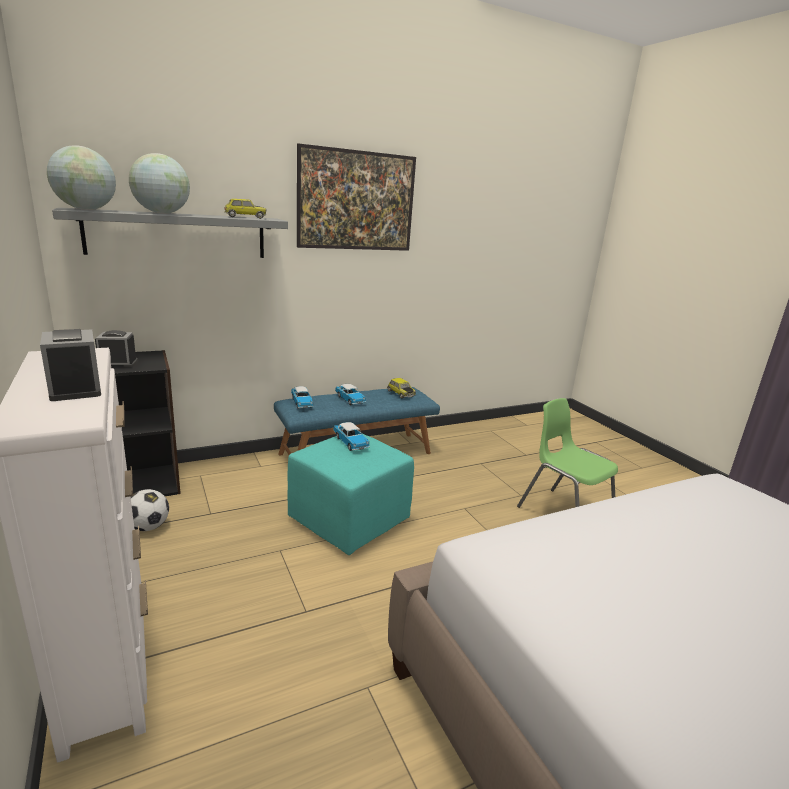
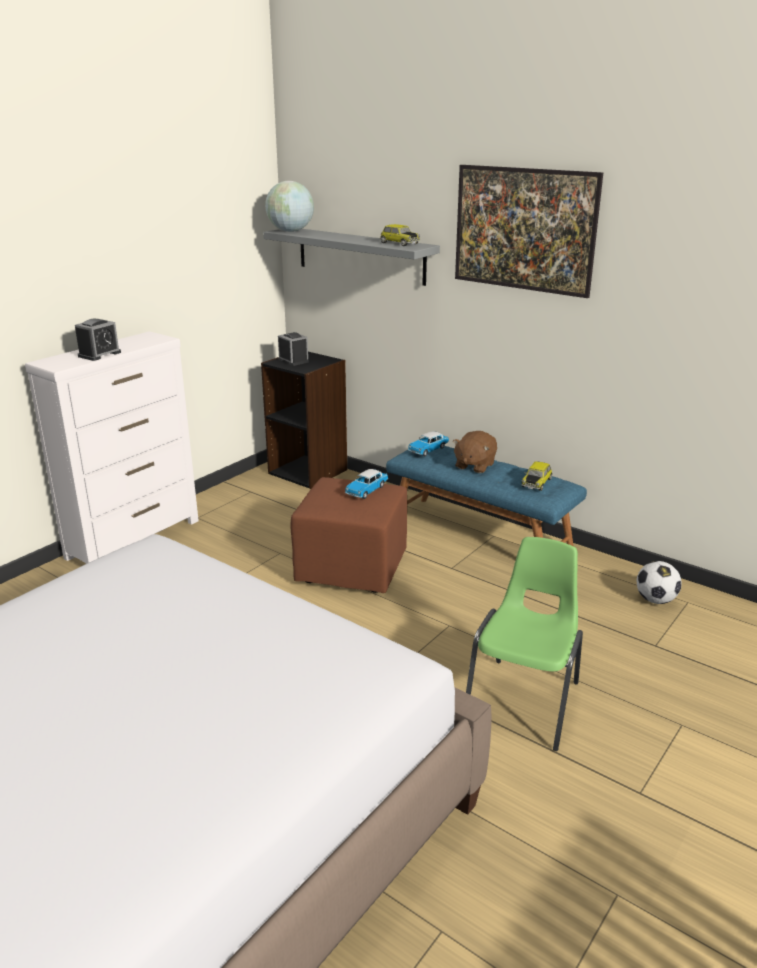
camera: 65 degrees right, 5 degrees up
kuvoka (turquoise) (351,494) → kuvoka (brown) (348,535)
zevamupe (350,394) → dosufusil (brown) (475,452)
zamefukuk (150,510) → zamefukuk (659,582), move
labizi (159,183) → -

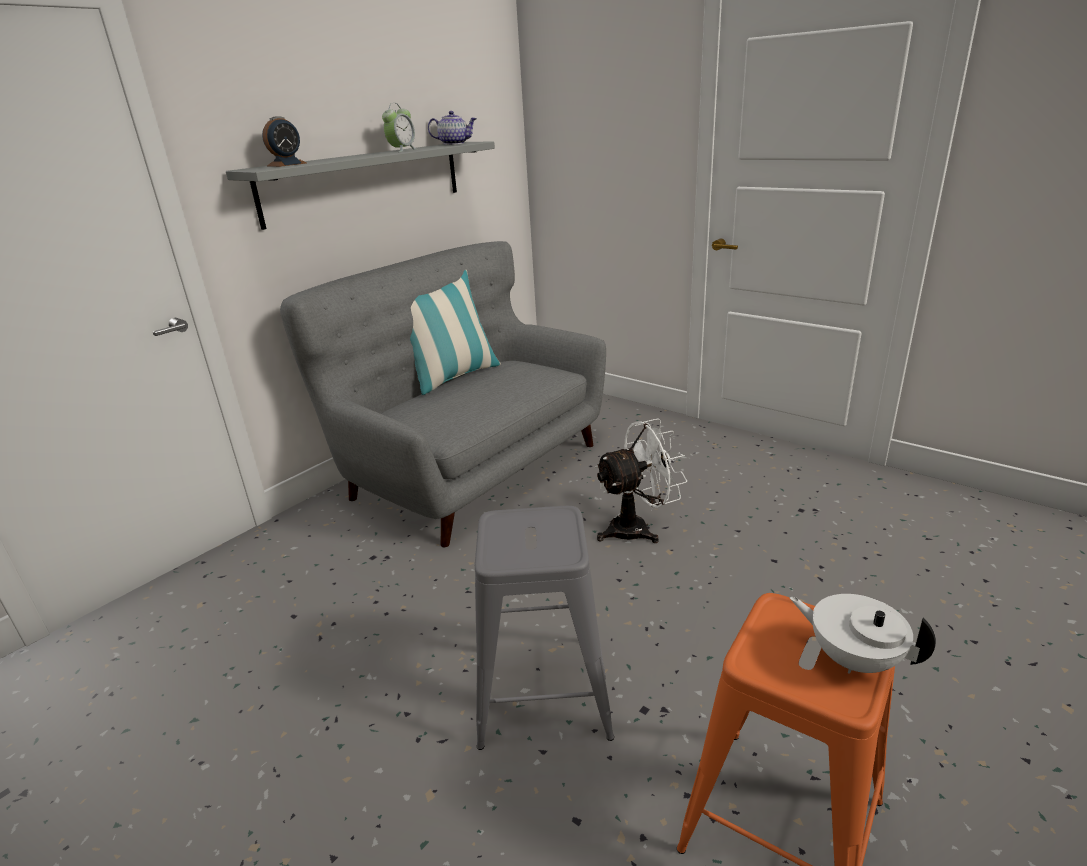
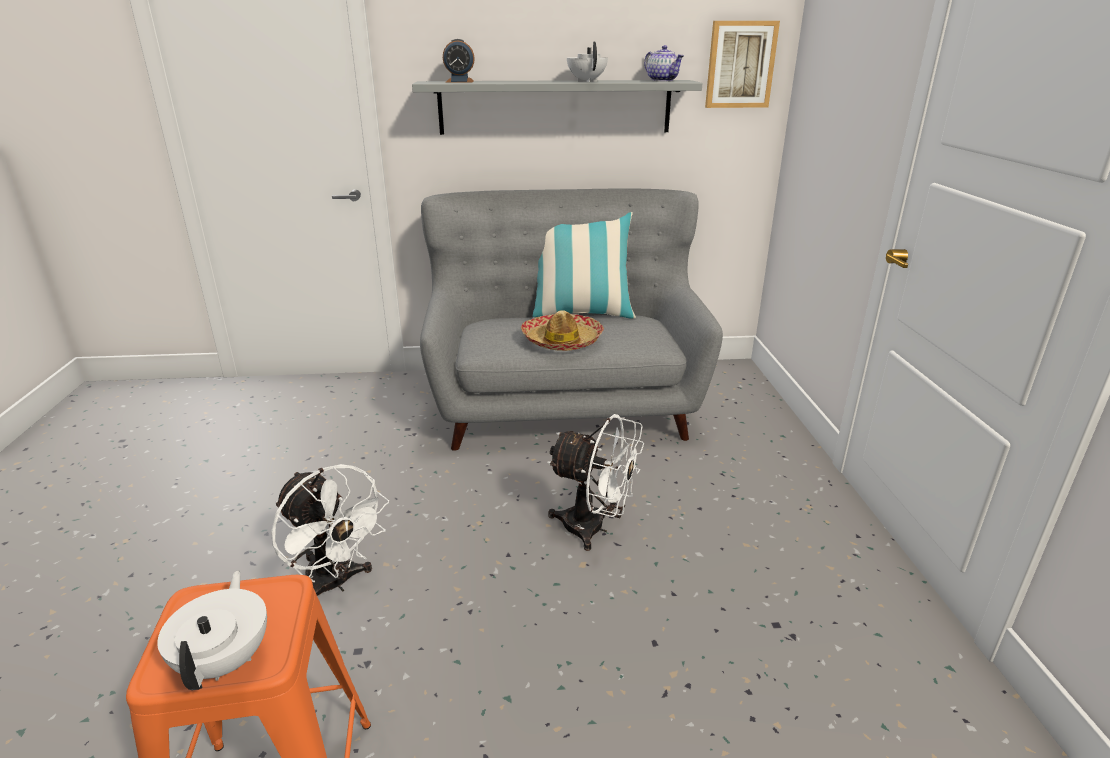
camera: 45 degrees right, 0 degrees up
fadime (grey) (544,628) → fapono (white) (330,530)
- → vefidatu (562,330)
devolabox (399,127) → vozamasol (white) (587,61)
- → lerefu (742,64)

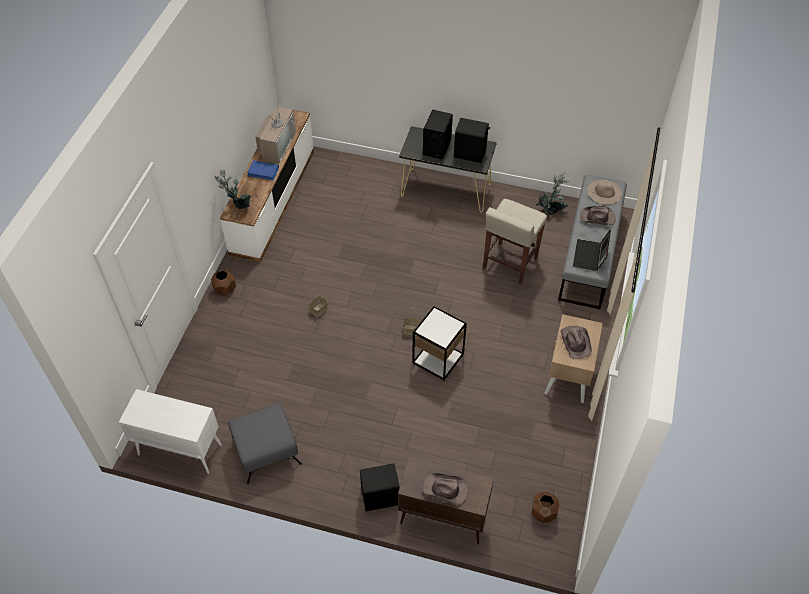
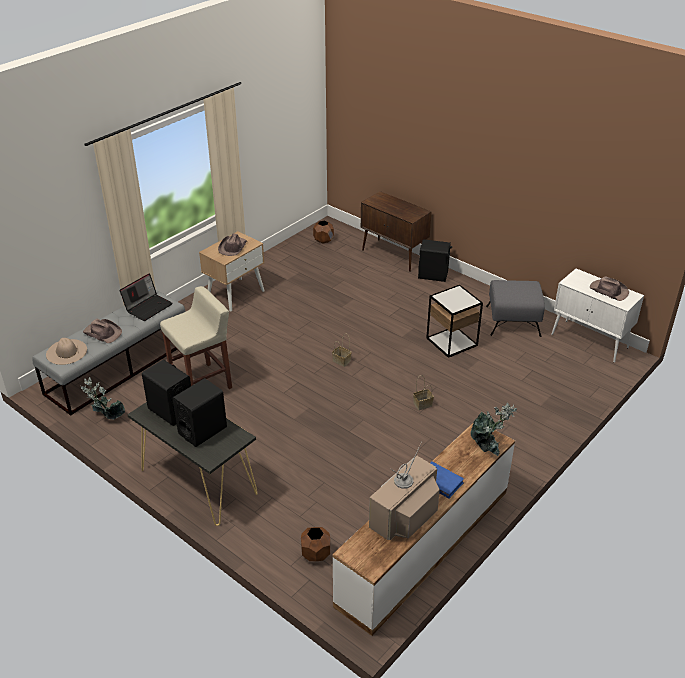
camera: 155 degrees left, 15 degrees down
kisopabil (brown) (223,283) → kisopabil (brown) (315,544), move
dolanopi (439,343) → dolanopi (454,321), move
vefidatu (brown) (445,489) → vefidatu (brown) (609,288), move

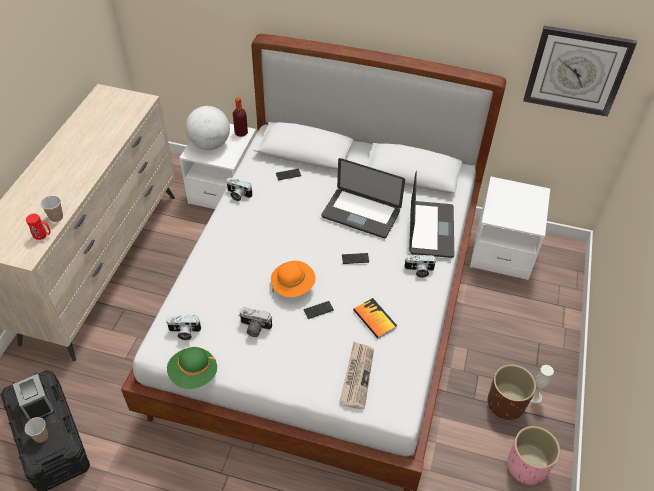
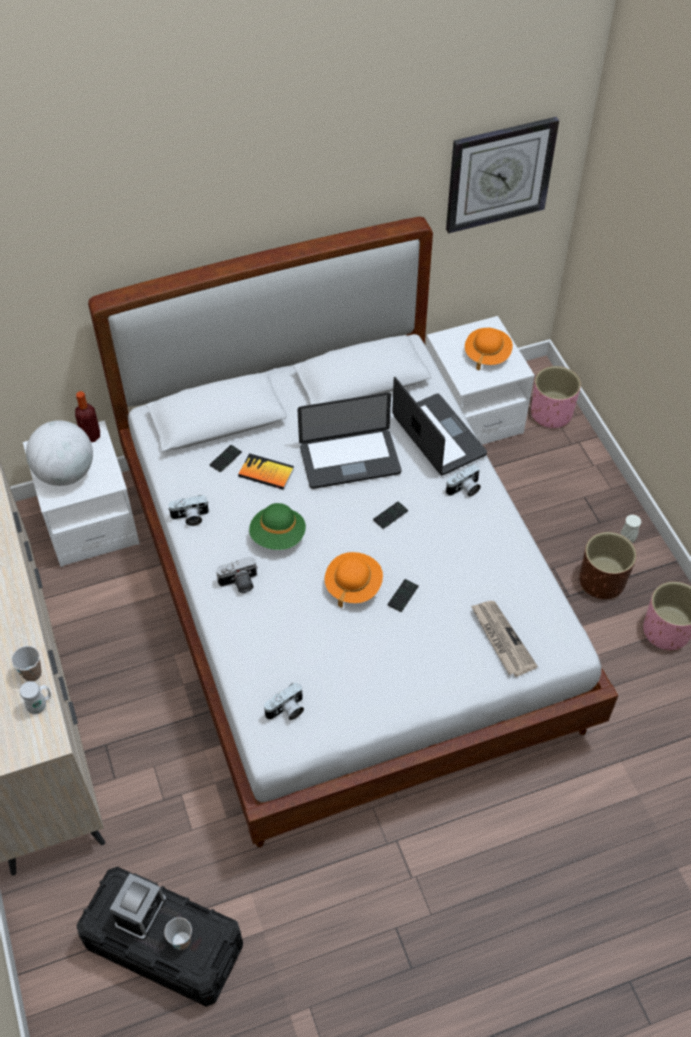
camera: 35 degrees left, 5 degrees up
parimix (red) (38,227) → parimix (white) (35,697)
devolabox (33,397) → devolabox (138,906), 90 degrees counterclockwise
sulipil (255,322) → sulipil (237,574), move
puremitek (375,318) → puremitek (266,471), move
vefidatu (green) (192,368) → vefidatu (green) (277,526), move
- → vefidatu (orange) (489,349)
- → kisopabil (pink) (556,397)

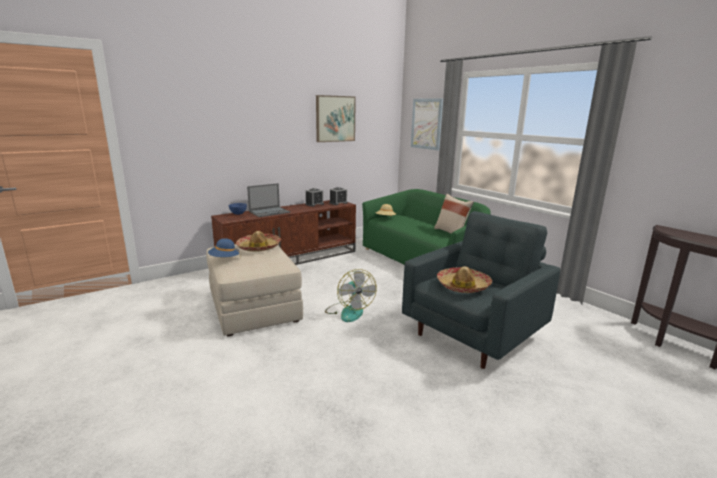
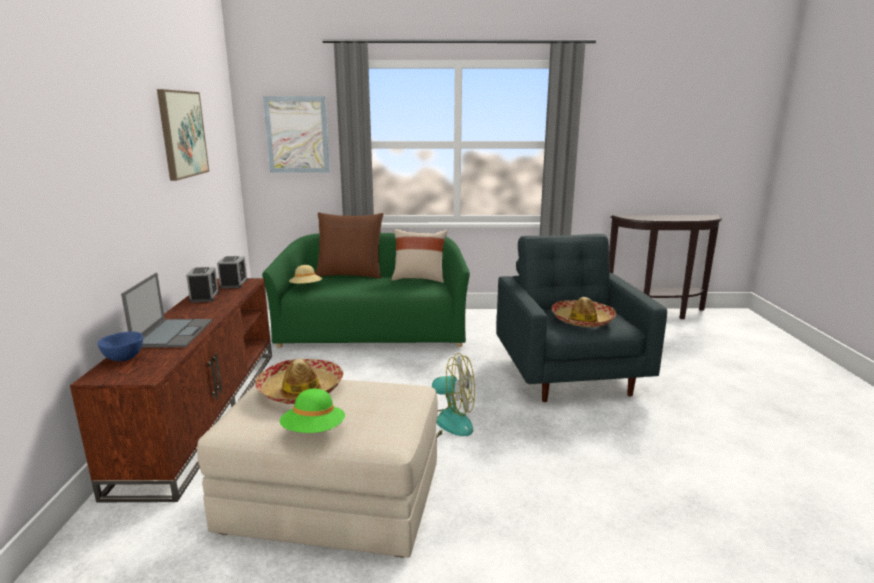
camera: 55 degrees left, 0 degrees up
vefidatu (blue) (224,248) → vefidatu (green) (312,411)
- → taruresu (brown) (349,246)

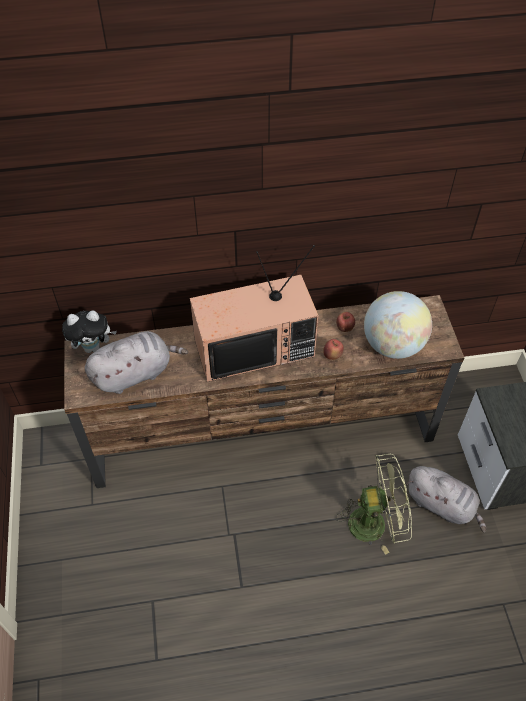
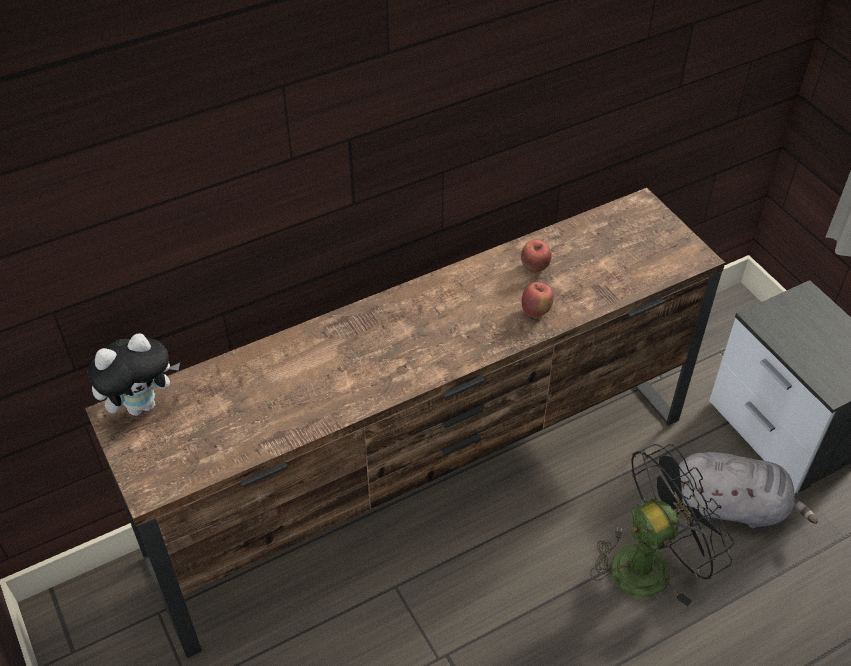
camera: 20 degrees left, 5 degrees down
fapono (green) (374,504) → fapono (black) (662,525)
dosufusil (grey) (136,362) → -
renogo (254,313) → -
labizi (398,325) → -

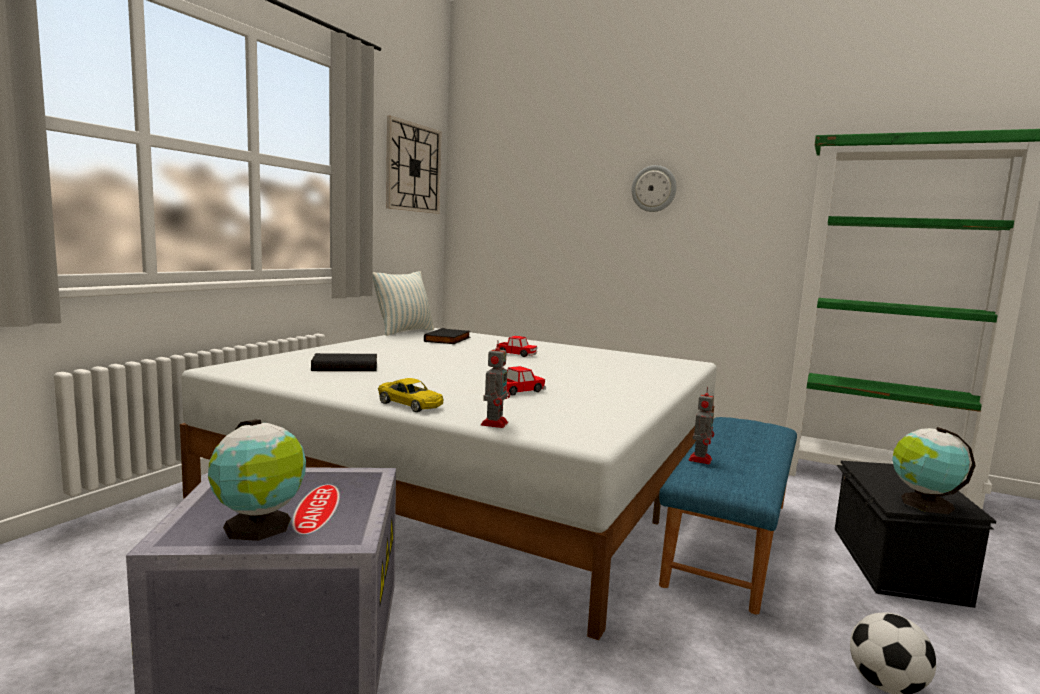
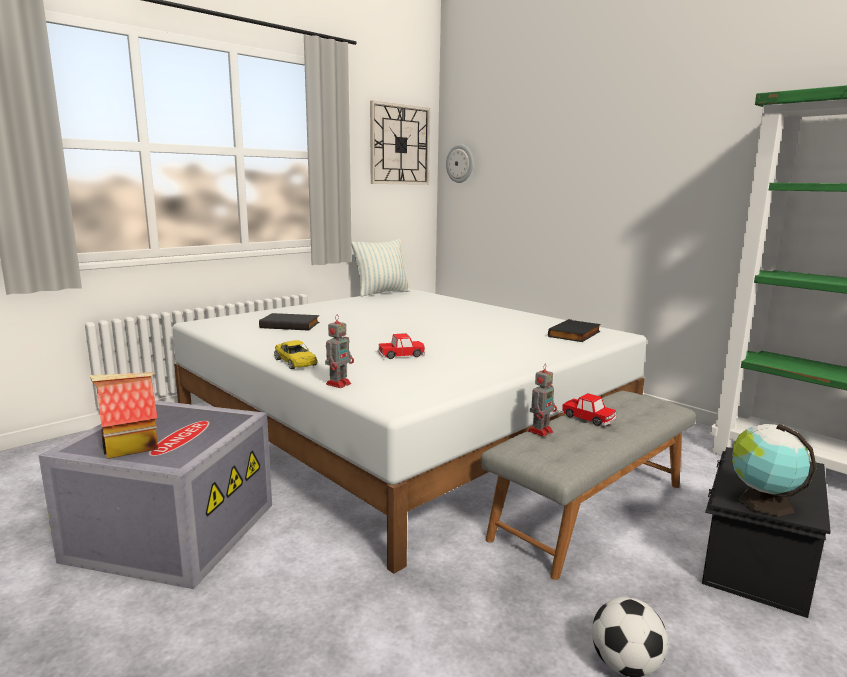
camera: 20 degrees right, 5 degrees up
labizi (257,480) → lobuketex (124,415)
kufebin (654,188) → kufebin (459,163), move
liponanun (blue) (728,515) → liponanun (grey) (588,485)
puremitek (black) (447,336) → puremitek (black) (574,330), move
zevamupe (517,346) → zevamupe (588,409), move

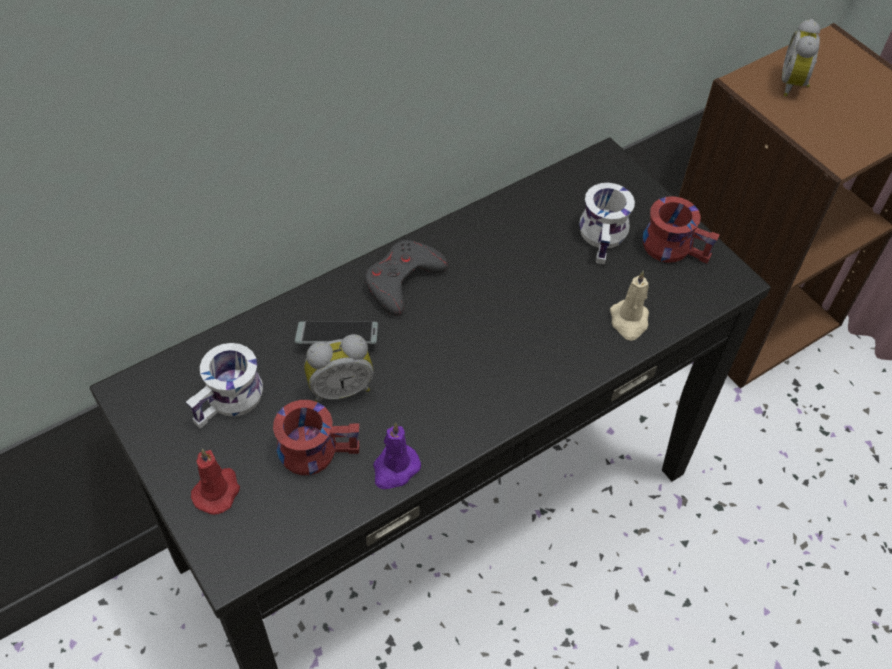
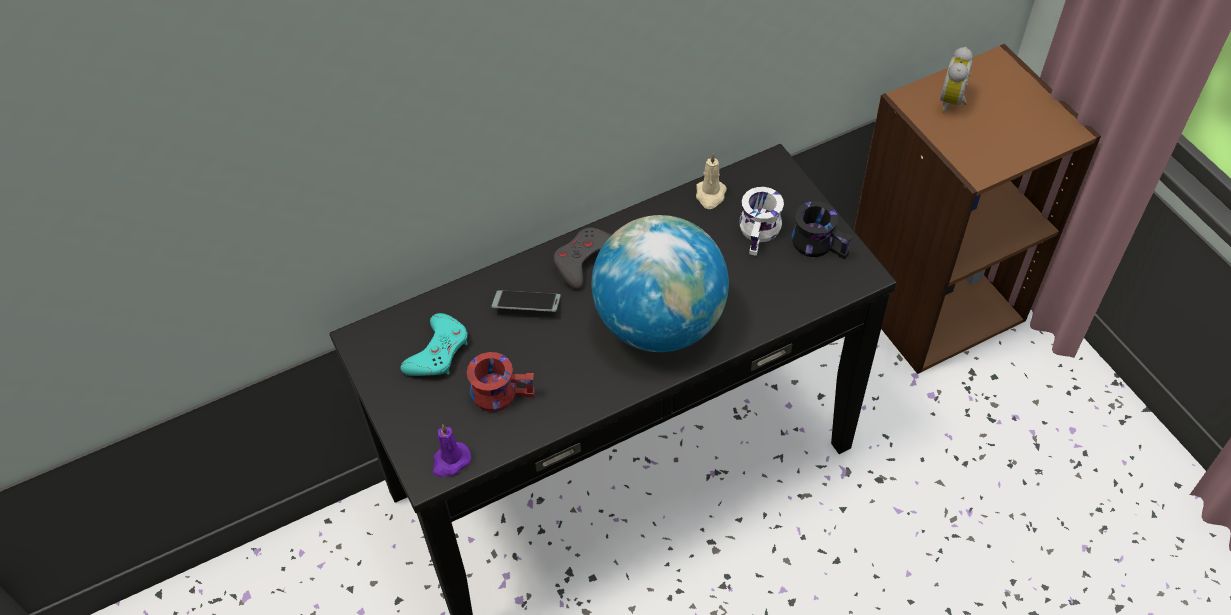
camera: 10 degrees right, 0 degrees up
parimix (white) (224,386) → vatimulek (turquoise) (434,344)
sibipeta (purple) (397,456) → sibipeta (purple) (452,450), move
- → labizi (660,283)
sibipeta (beige) (629,306) → sibipeta (beige) (711,181), move
parimix (red) (681,230) → parimix (black) (822,230)
sibipeta (red) (215,482) → -
devolabox (339,368) → -

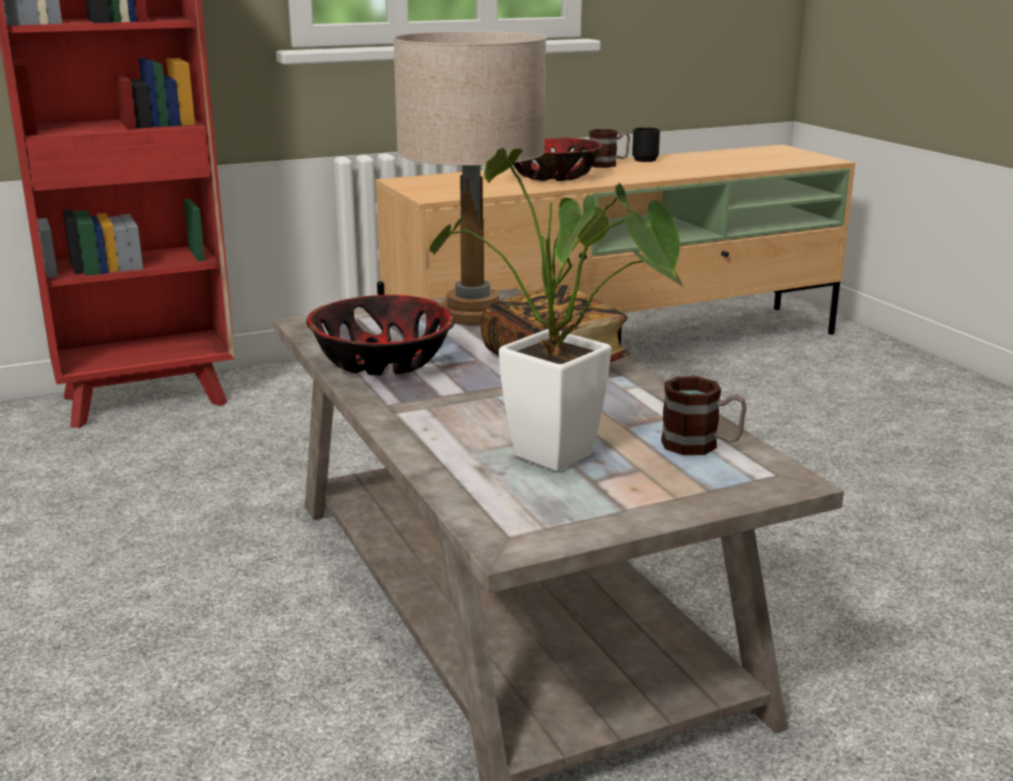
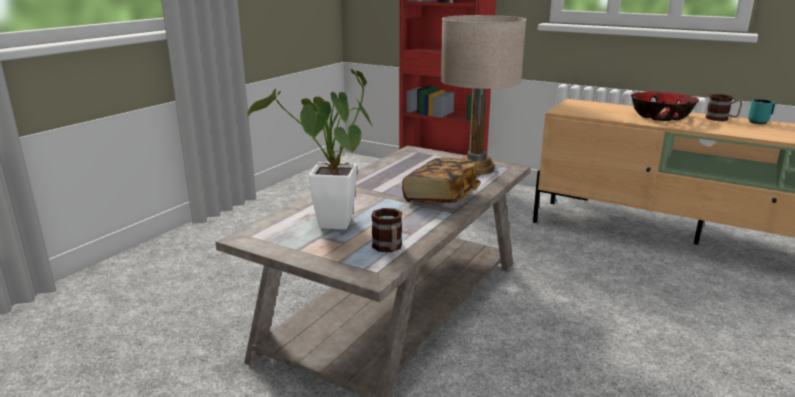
camera: 55 degrees right, 0 degrees up
parimix (black) (646,144) → parimix (turquoise) (762,111)
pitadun (380,335) → -

